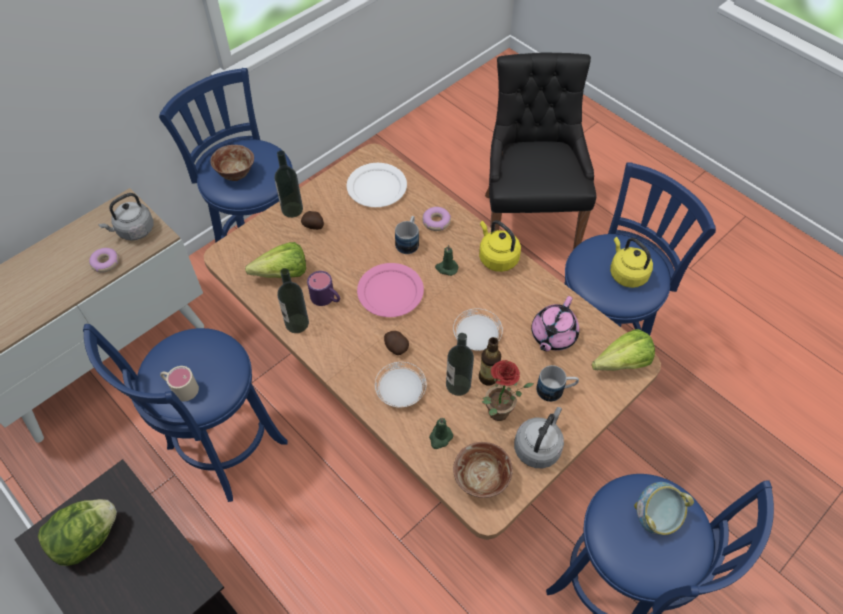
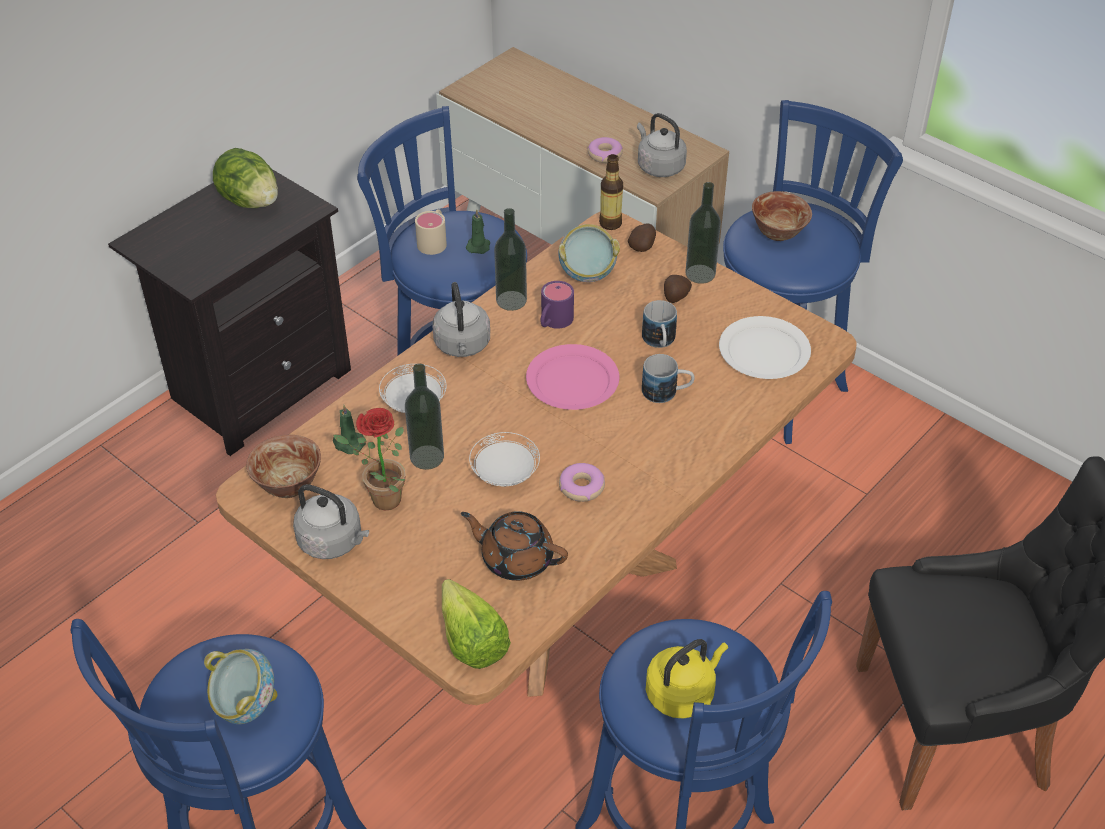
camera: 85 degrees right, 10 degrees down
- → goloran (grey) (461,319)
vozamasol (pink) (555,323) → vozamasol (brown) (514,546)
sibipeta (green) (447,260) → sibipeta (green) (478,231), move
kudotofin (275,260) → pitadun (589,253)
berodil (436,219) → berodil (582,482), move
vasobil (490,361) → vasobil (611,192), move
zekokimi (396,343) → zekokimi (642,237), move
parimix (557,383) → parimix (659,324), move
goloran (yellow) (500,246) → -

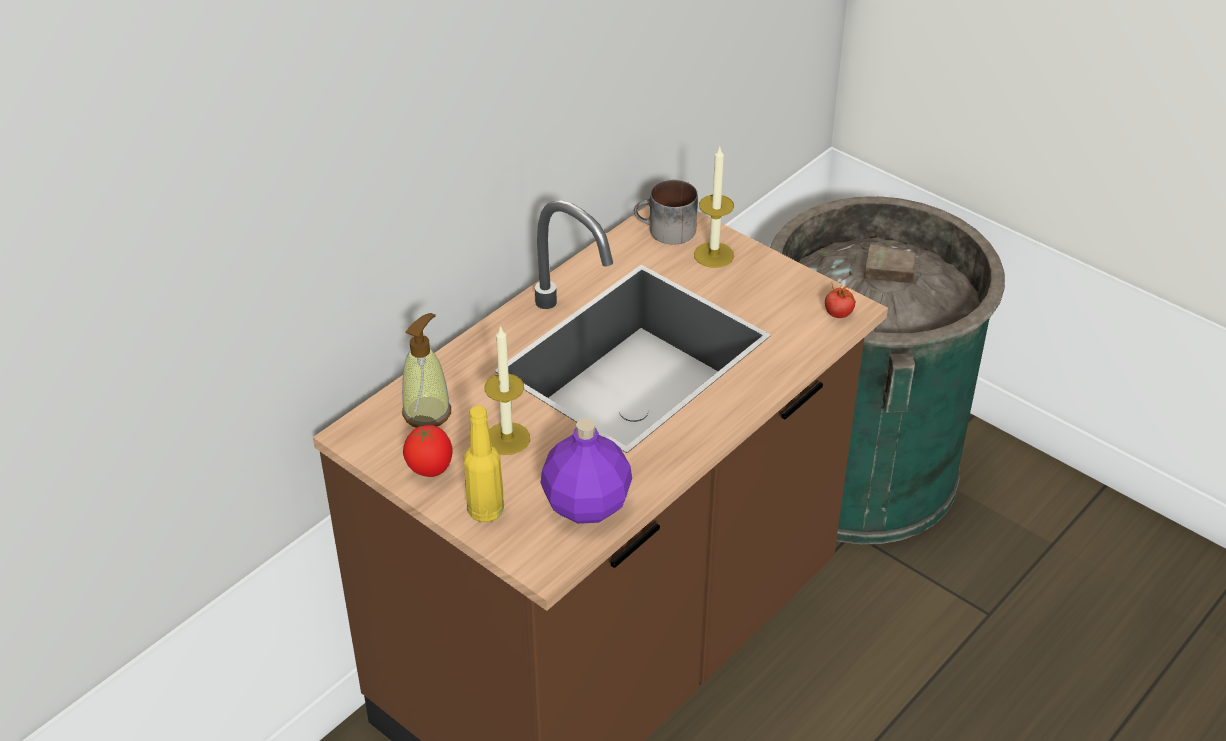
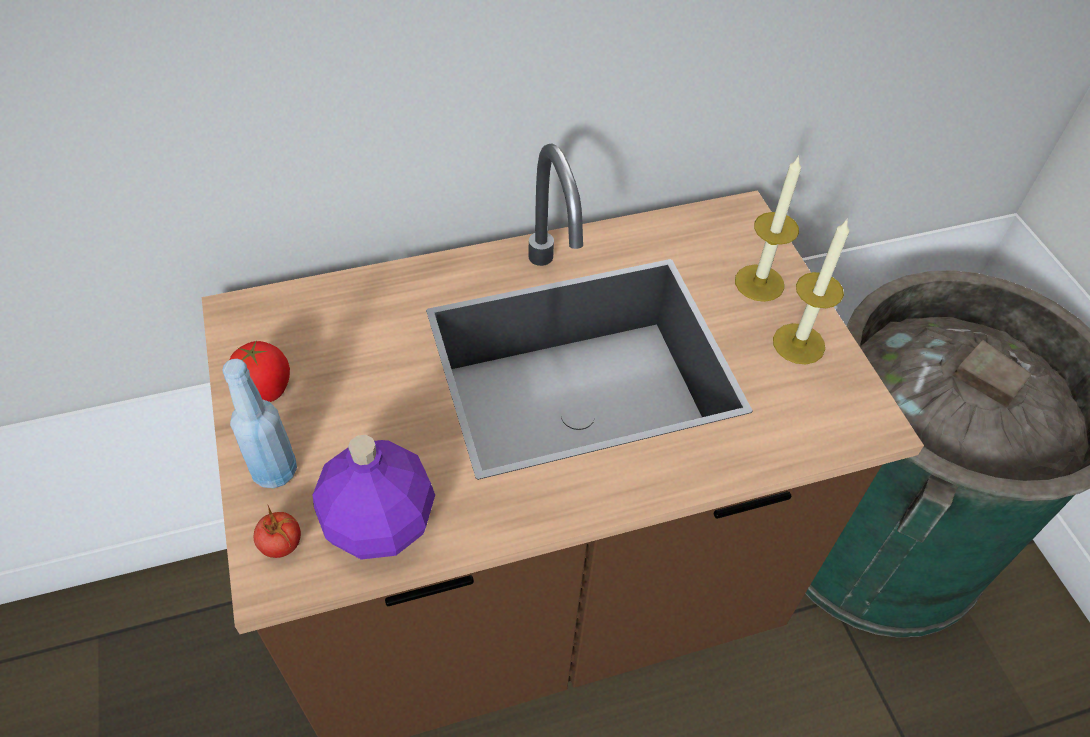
camera: 30 degrees right, 10 degrees up
vasobil (yellow) (484,463) → vasobil (blue) (259,423)
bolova (840,300) → bolova (277,531), move
sibipeta (507,390) → sibipeta (811,291), move
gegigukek (426,370) → -
parimix (666,212) → -

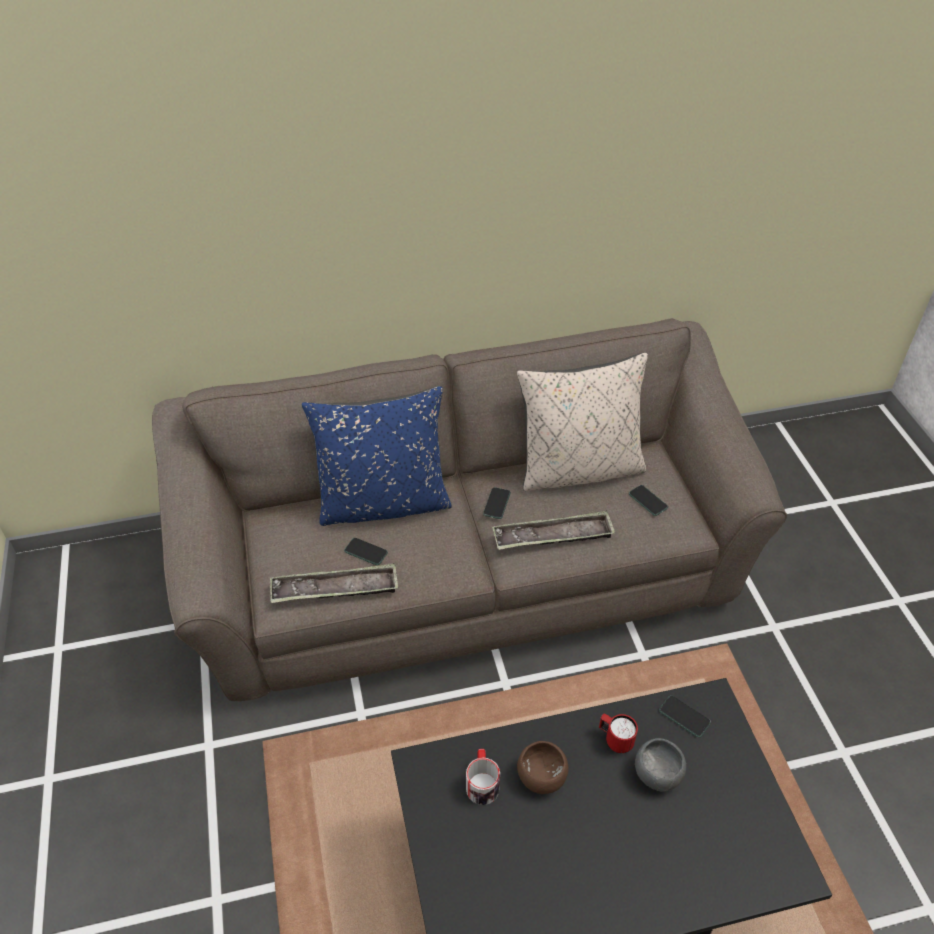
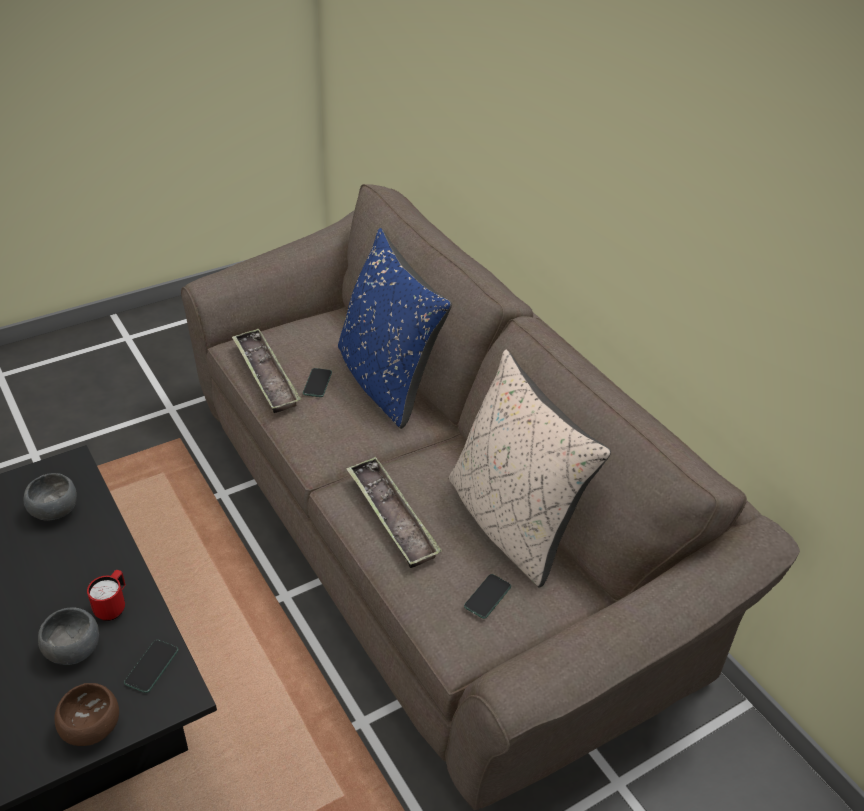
camera: 70 degrees right, 5 degrees down
parimix (483,777) → pitadun (grey) (50,497)
pitadun (brown) (543,767) → pitadun (brown) (87,714), move
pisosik (497,503) → -

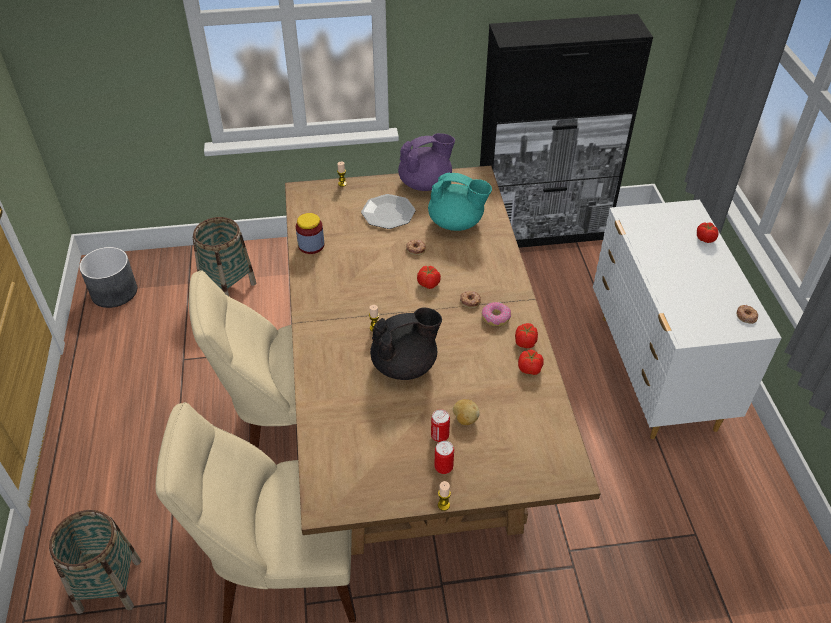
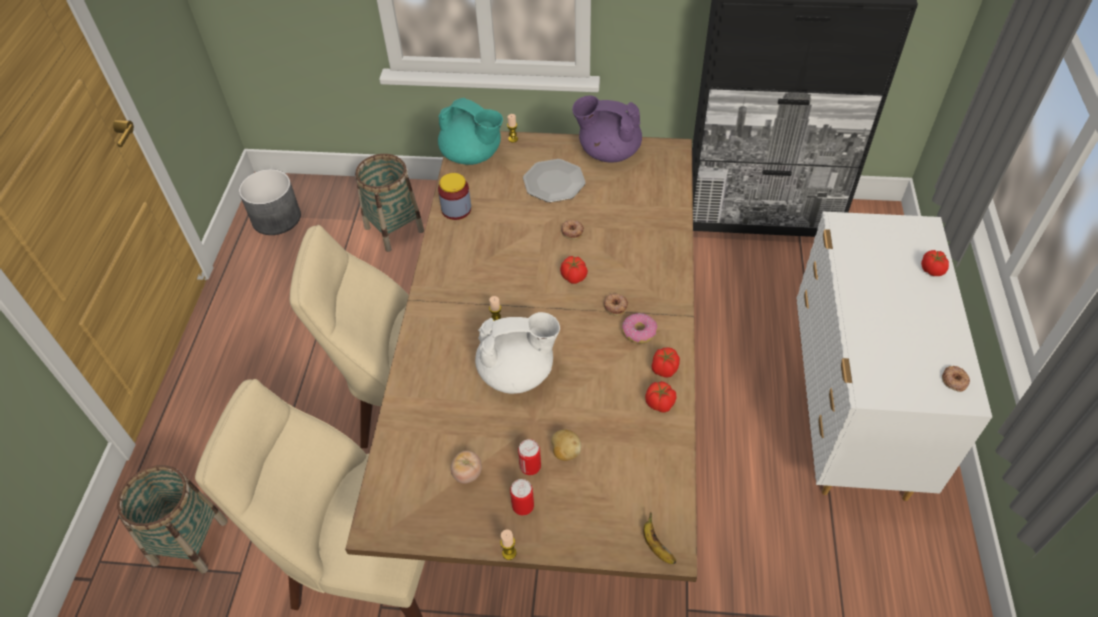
camera: 15 degrees right, 5 degrees up
vozamasol (turquoise) (460,201) → vozamasol (turquoise) (470,131), move
- → bolova (466,467)
vozamasol (black) (406,344) → vozamasol (white) (517,353)
vozamasol (purple) (426,162) → vozamasol (purple) (607,129), 150 degrees counterclockwise
- → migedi (659,538)

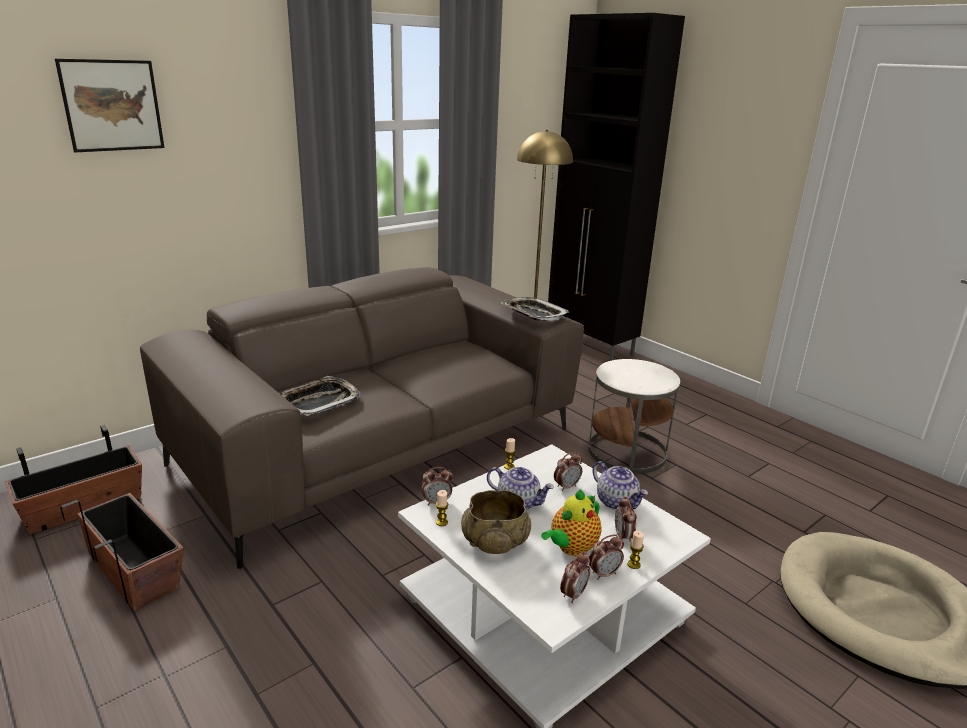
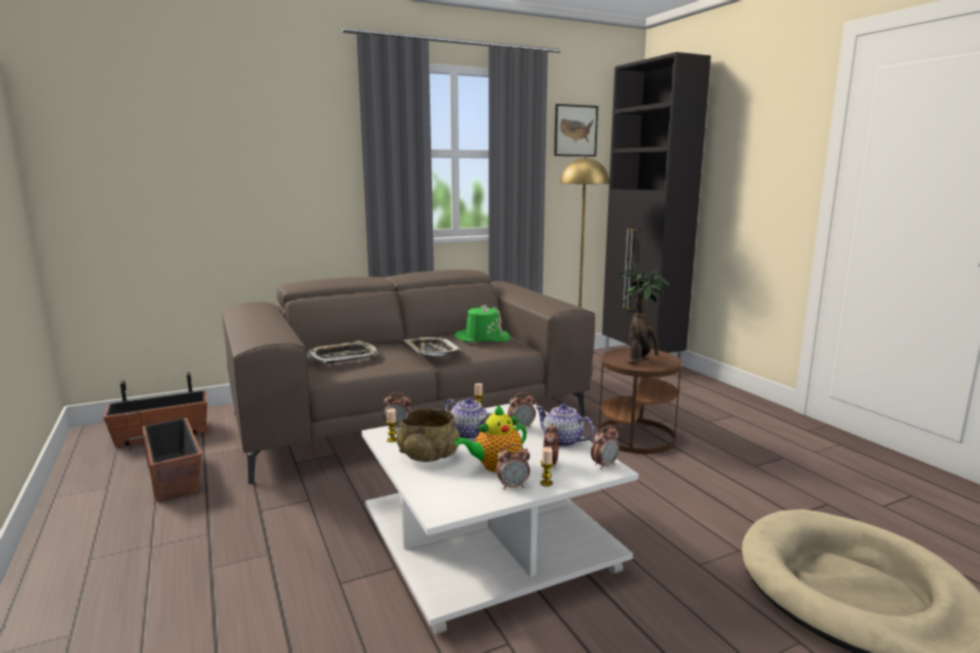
camera: 15 degrees right, 10 degrees down
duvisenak (535,309) → duvisenak (432,346), move
- → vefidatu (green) (483,323)
vozamasol (620,485) → vozamasol (564,425), 150 degrees clockwise
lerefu (109,105) → lerefu (576,130), move
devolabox (575,577) → devolabox (605,447), move
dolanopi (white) (634,416) → dolanopi (brown) (640,401)
- → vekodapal (643,313)

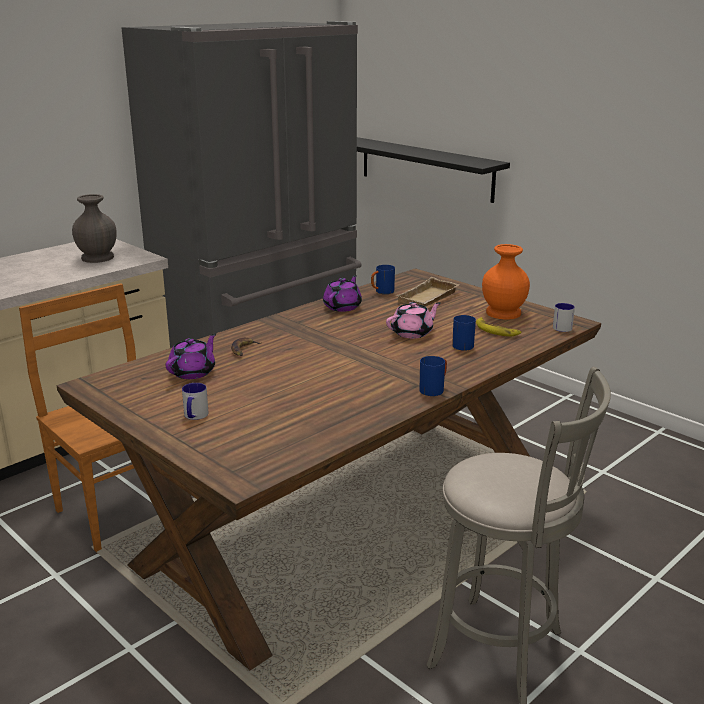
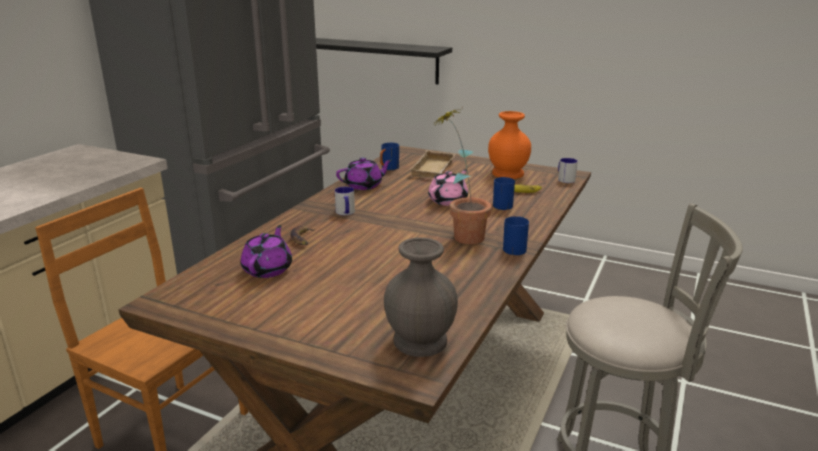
camera: 20 degrees left, 0 degrees up
parimix (195,401) → parimix (345,200), move
vozamasol (purple) (342,293) → vozamasol (purple) (364,173), 60 degrees clockwise
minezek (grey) (94,228) → minezek (grey) (421,297), move
- → vekodapal (461,176)

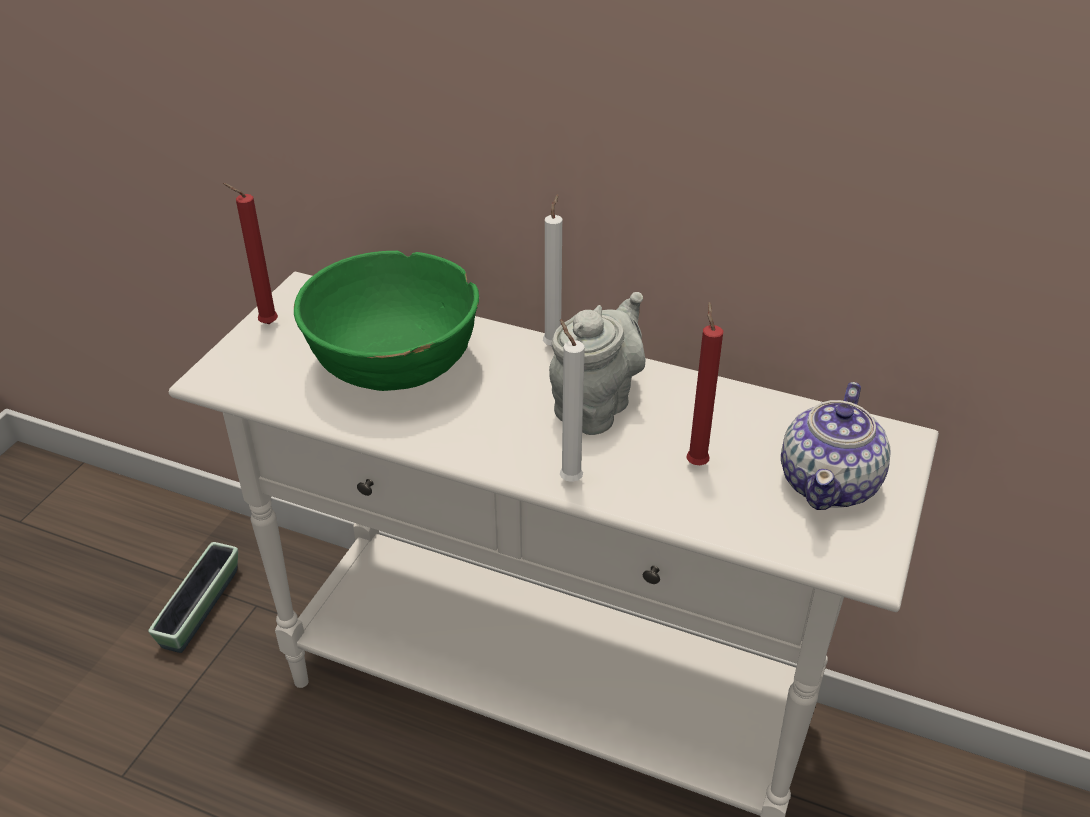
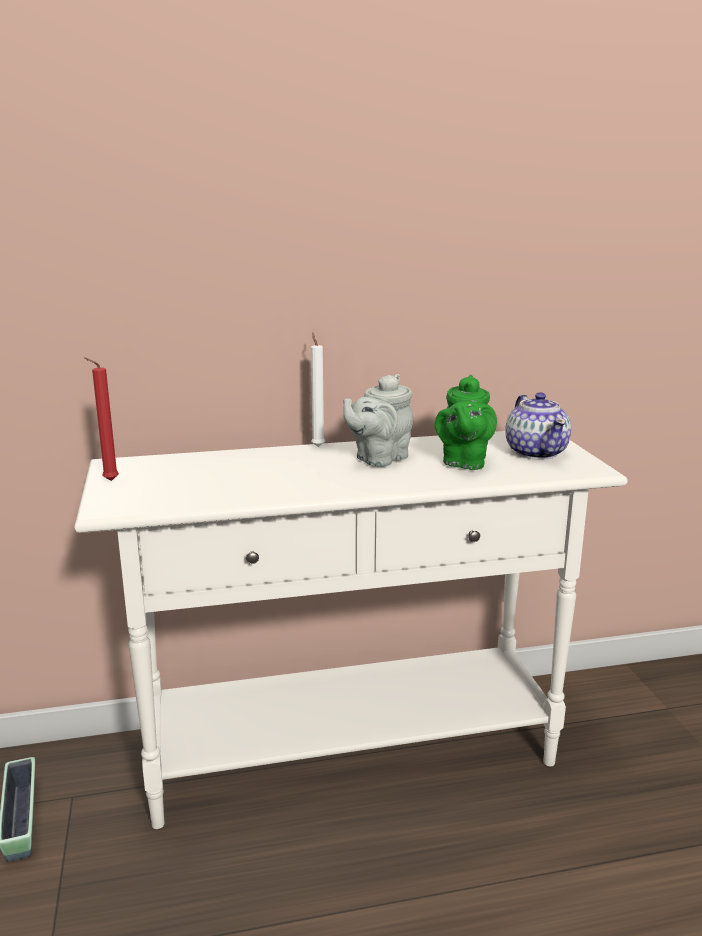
camera: 35 degrees left, 20 degrees down
vozamasol (grey) (597,363) → vozamasol (grey) (378,420), 135 degrees counterclockwise
sibipeta (red) (704,383) → vozamasol (green) (466,422)
pitadun (green) (386,321) → -
sibipeta (white) (572,400) → -

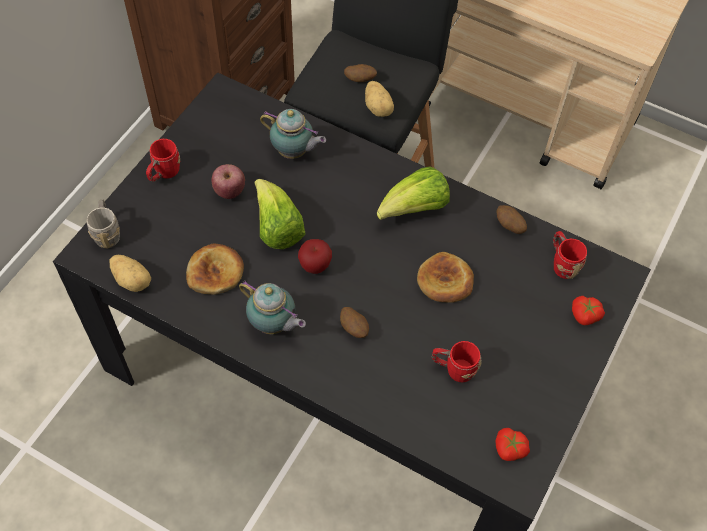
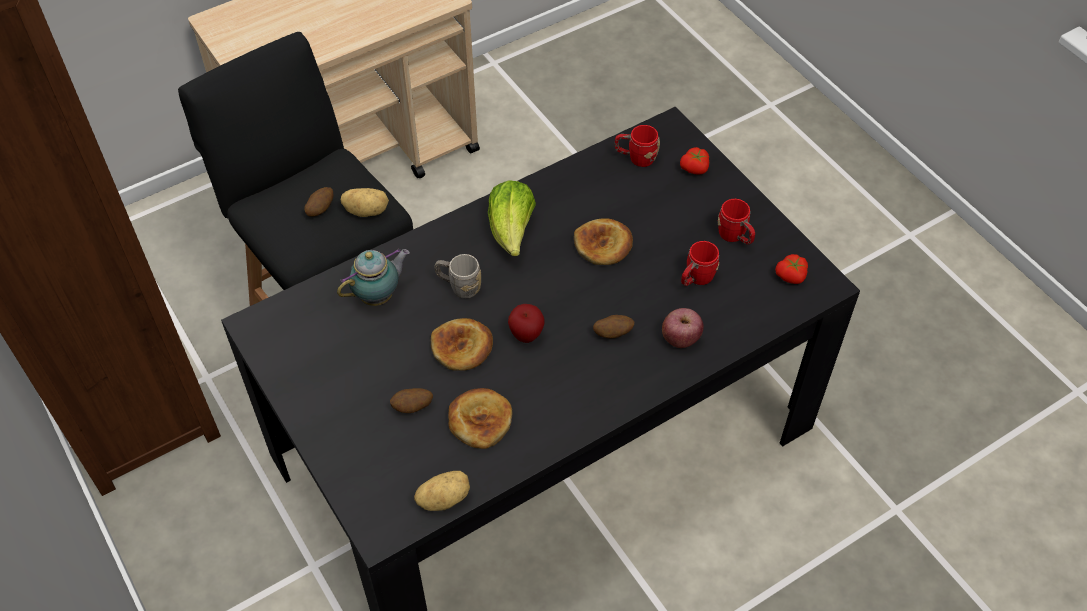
camera: 60 degrees left, 5 degrees down
zekokimi (512,219) → zekokimi (411,400), move
kudotofin (280,214) → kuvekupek (462,344)
parimix (grey) (103,224) → parimix (grey) (458,276), move
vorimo (228,181) → vorimo (683,328), move
parimix (red) (163,160) → parimix (red) (736,222), move
vozamasol (272,307) → -

